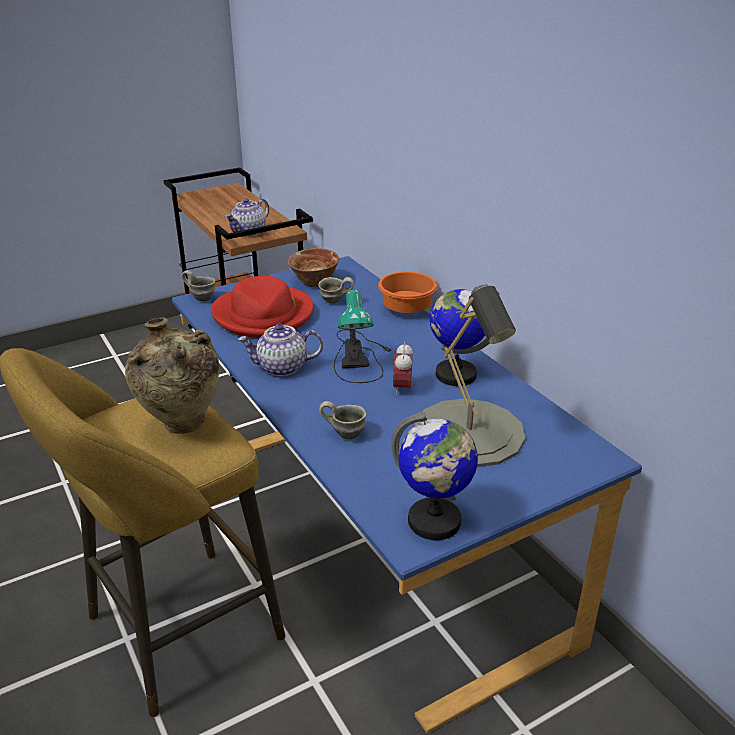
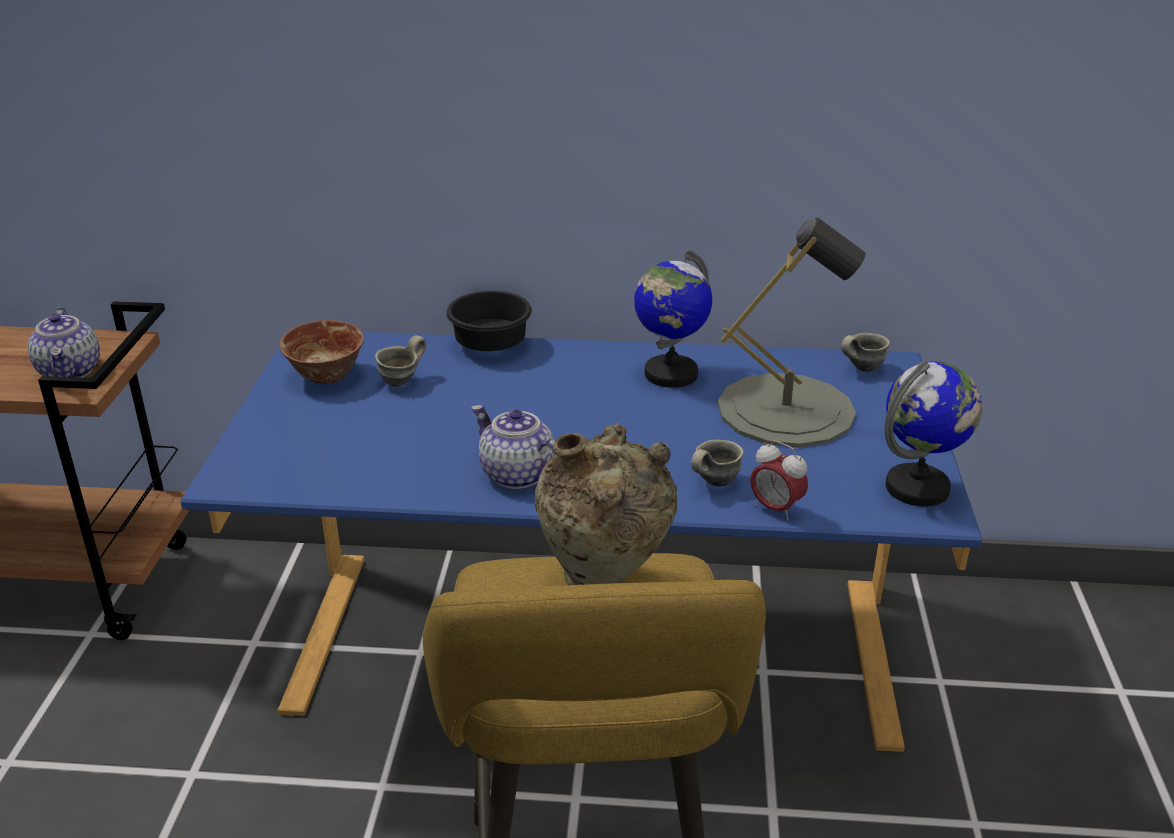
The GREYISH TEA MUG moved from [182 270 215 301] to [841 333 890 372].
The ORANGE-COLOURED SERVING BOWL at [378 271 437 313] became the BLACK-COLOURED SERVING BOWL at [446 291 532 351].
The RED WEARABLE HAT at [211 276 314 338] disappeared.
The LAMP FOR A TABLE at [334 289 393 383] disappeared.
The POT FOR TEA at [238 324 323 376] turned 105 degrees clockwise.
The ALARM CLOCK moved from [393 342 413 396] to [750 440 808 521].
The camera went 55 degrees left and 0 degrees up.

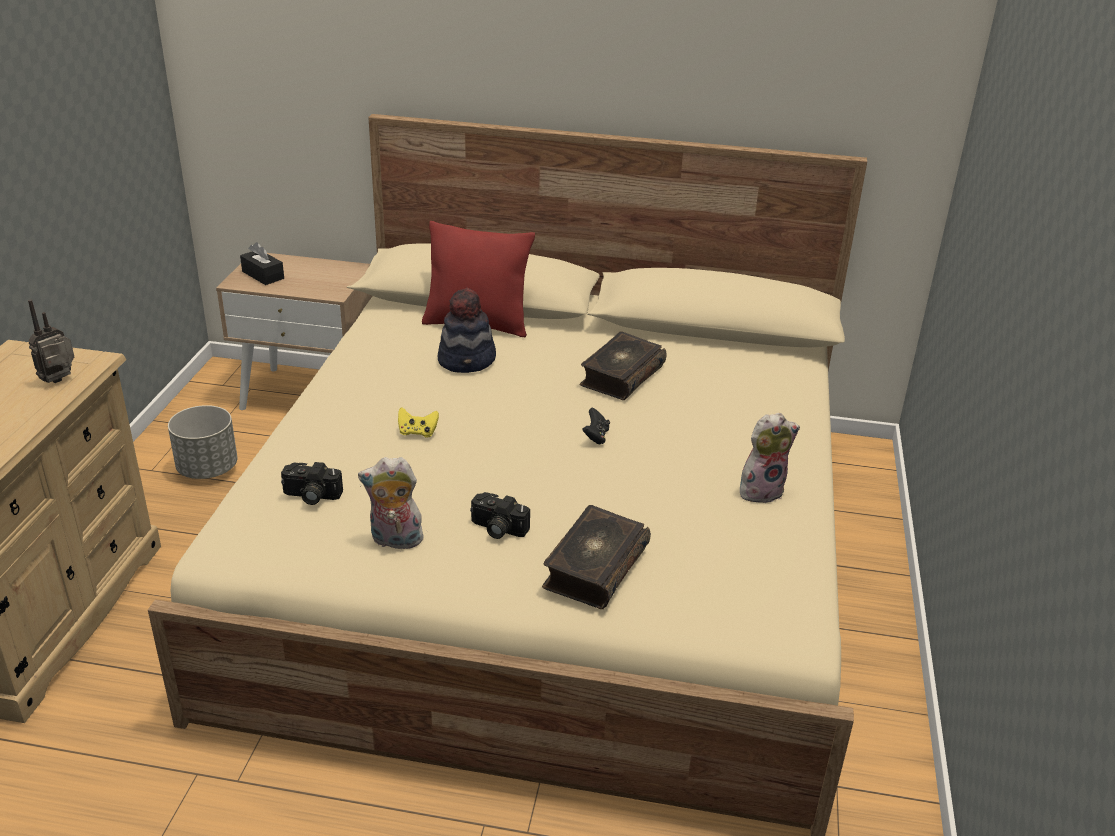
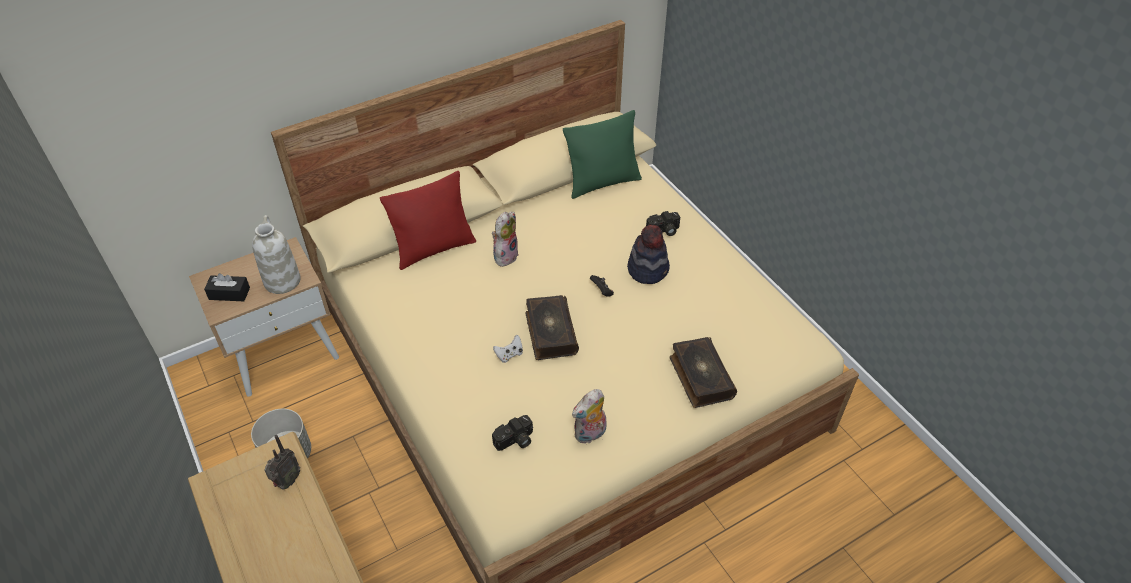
The WEARABLE HAT moved from [438 288 496 373] to [627 225 670 284].
The RADIO at [28 299 74 383] turned 150 degrees counterclockwise.
The VOLUME moved from [579 332 667 400] to [525 295 579 360].
The YELLOWISH GAME CONTROLLER at [398 407 439 437] became the WHITE-COLOURED GAME CONTROLLER at [493 335 523 363].
The SOFT TOY moved from [740 413 800 503] to [492 212 519 267].
The STILL CAMERA moved from [470 492 530 539] to [646 211 680 236].
The GREENISH CUSHION at [563 110 642 199] appeared.
The WHITE-COLOURED DECORATIVE VASE at [252 215 301 294] appeared.
The camera went 40 degrees left and 15 degrees up.

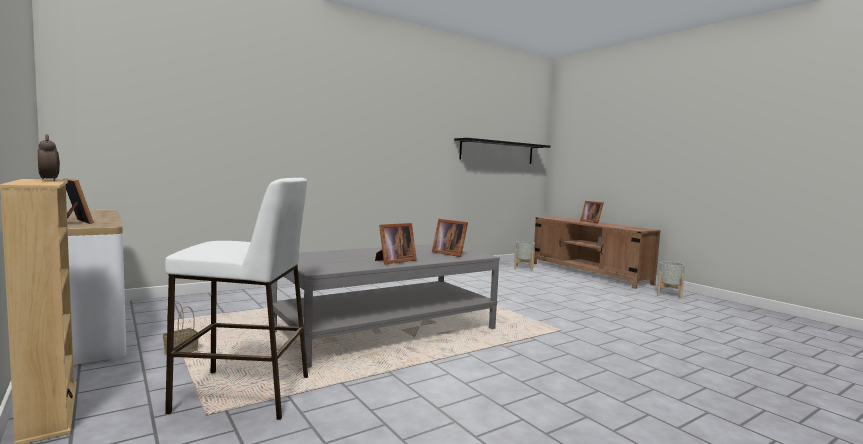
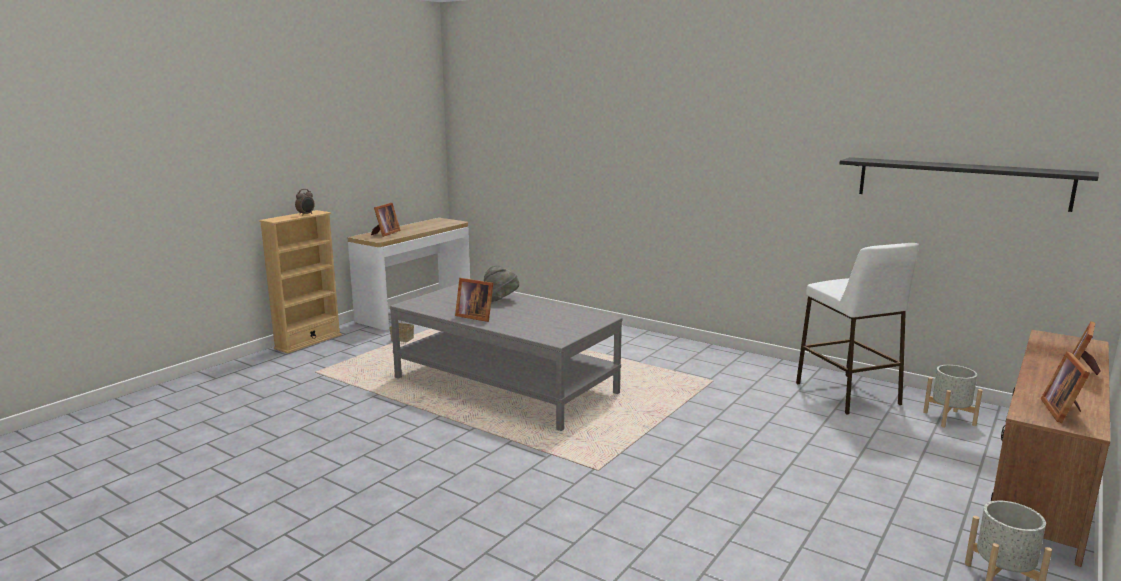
The WHITE-COLOURED STOOL SEAT moved from [165 178 308 420] to [796 243 919 414].
The PHOTO FRAME moved from [432 219 468 257] to [1041 351 1090 423].
The GREYISH WEARABLE HAT at [484 266 519 302] appeared.
The camera went 70 degrees right and 10 degrees up.

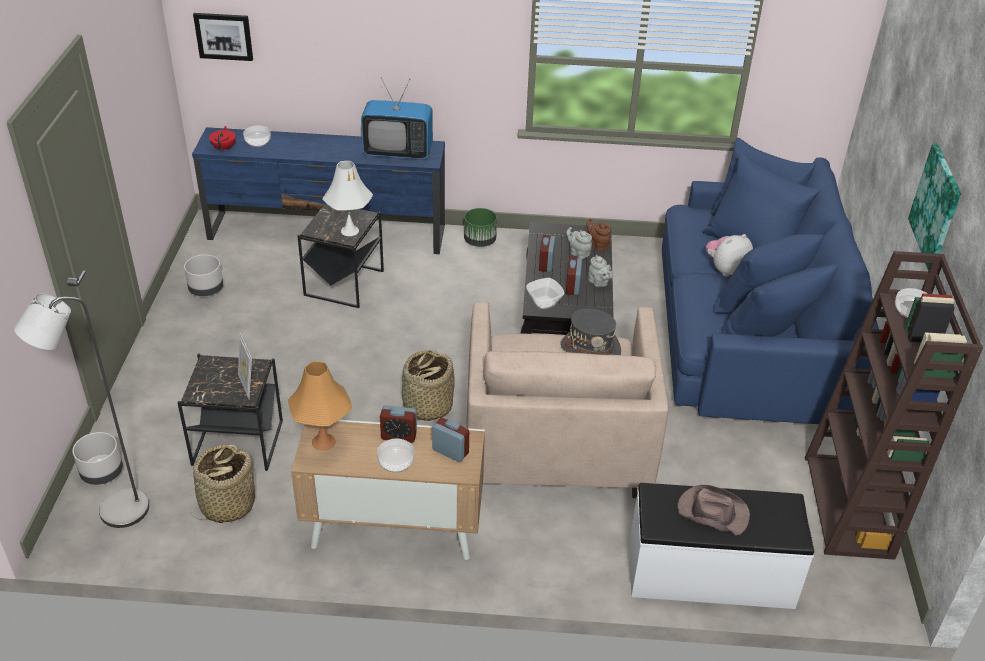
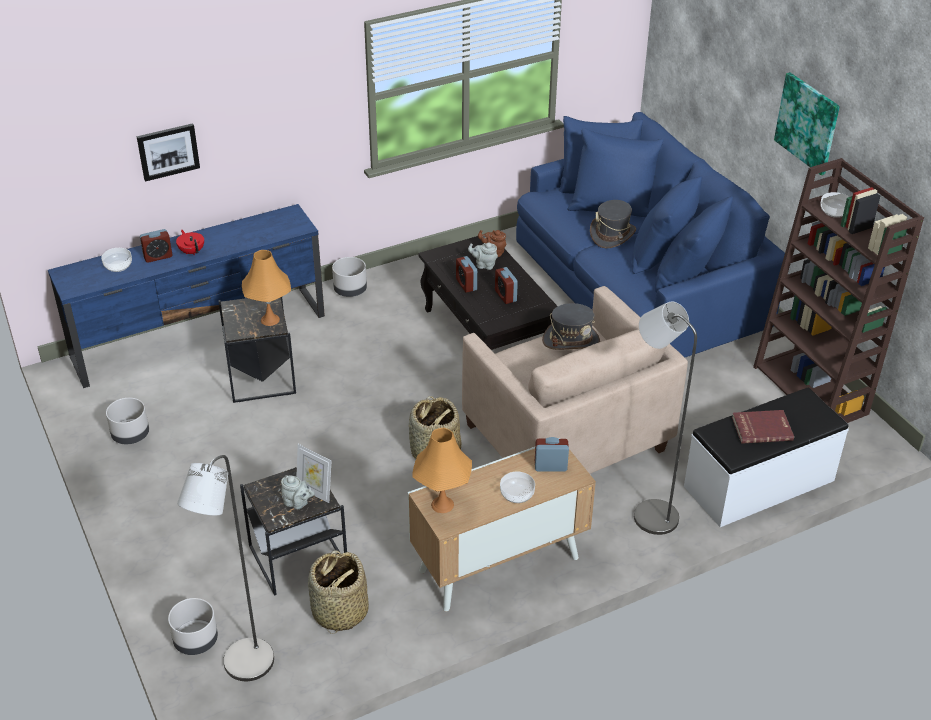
The PICTURE moved from [193 13 253 61] to [137 123 200 182].
The TV at [361 78 433 160] disappeared.
The RED POT FOR TEA moved from [209 126 236 151] to [176 230 204 255].
The WHITE-COLOURED LAMP FOR A TABLE at [322 161 373 236] became the ORANGE-COLOURED LAMP FOR A TABLE at [242 250 291 326].
The GREENISH FLOWER POT at [464 208 497 247] became the GREYISH FLOWER POT at [332 257 367 297].
The SOFT TOY at [706 234 753 277] was replaced by the GREYISH WEARABLE HAT at [590 200 636 248].
The GREYISH POT FOR TEA moved from [588 255 613 287] to [281 475 315 509].
The SERVING BOWL at [526 278 564 309] disappeared.
The ALARM CLOCK moved from [380 405 417 443] to [140 229 172 263].
The BROWNISH WEARABLE HAT at [677 485 750 535] was replaced by the RED VOLUME at [732 410 794 444].
The GREYISH FLOOR LAMP at [634 301 697 535] appeared.
The camera went 30 degrees left and 0 degrees up.

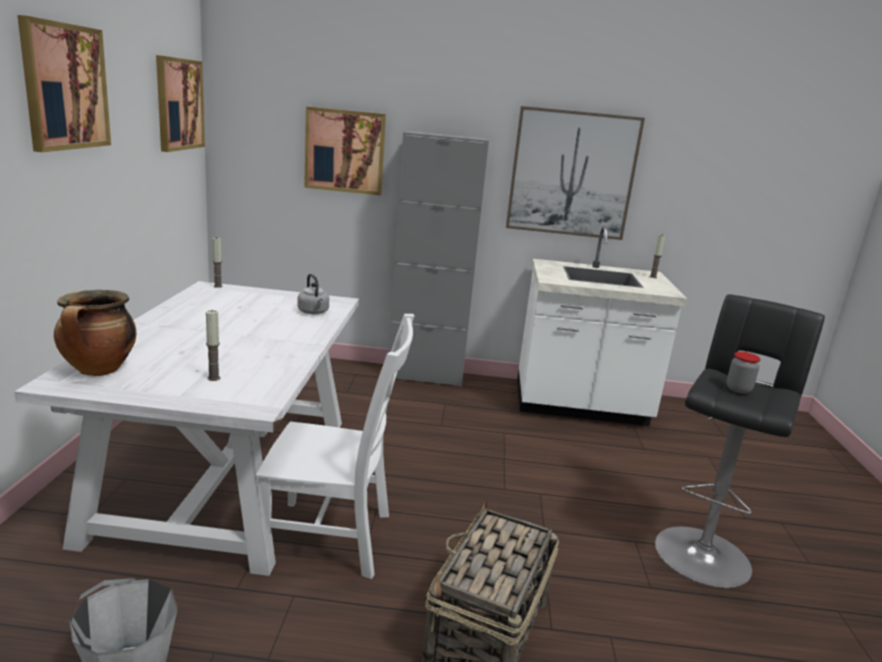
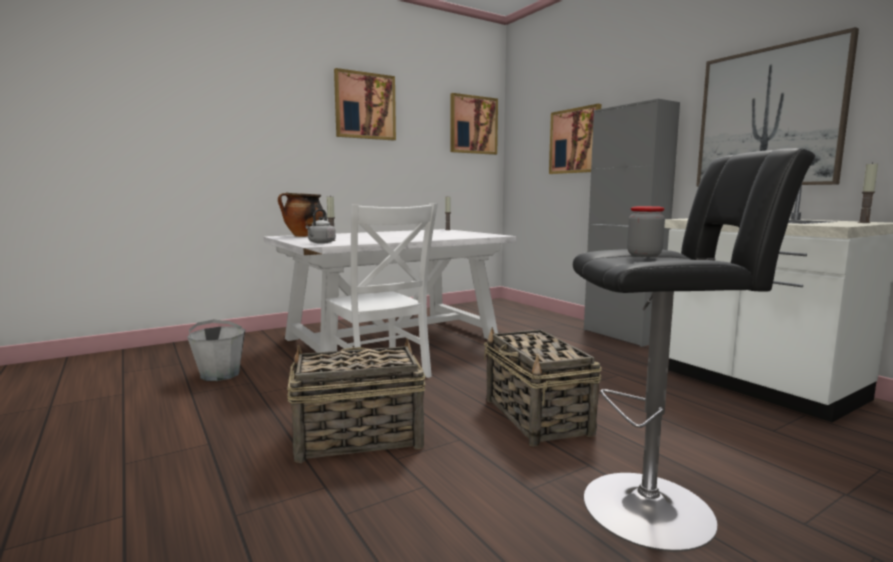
The GREYISH KETTLE moved from [297 274 329 314] to [306 209 336 244].
The STORAGE BASKET at [484 327 602 446] appeared.
The camera went 55 degrees right and 10 degrees down.

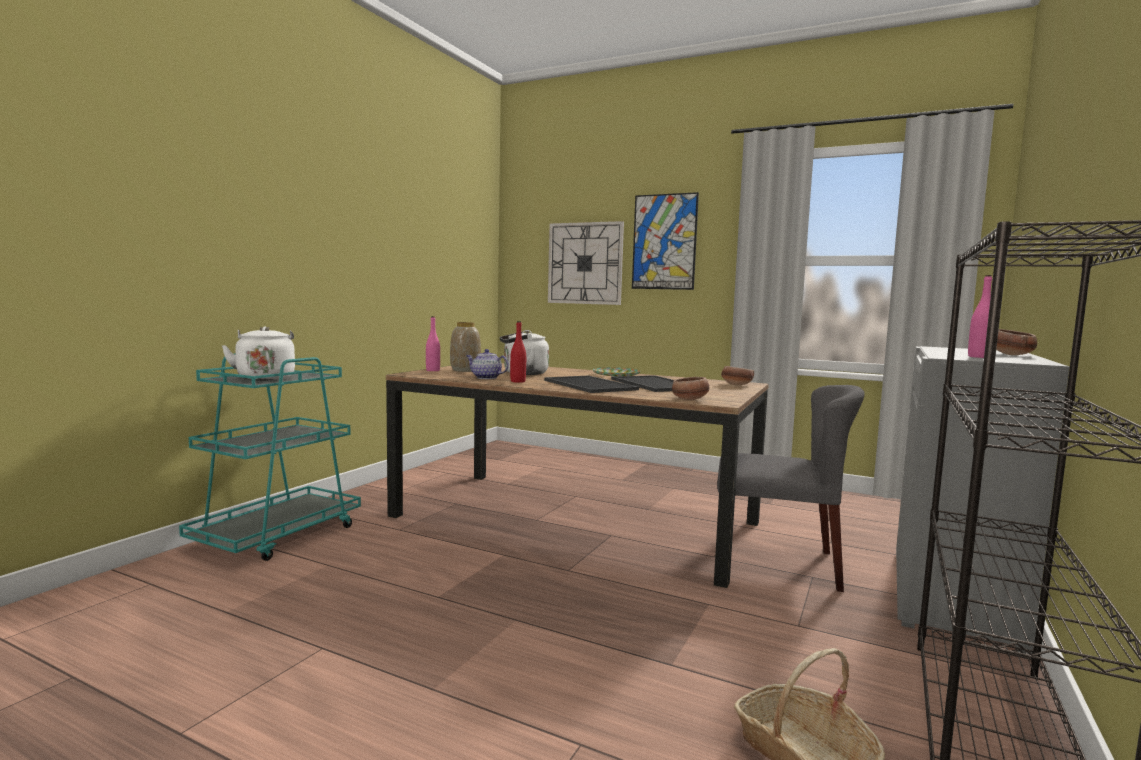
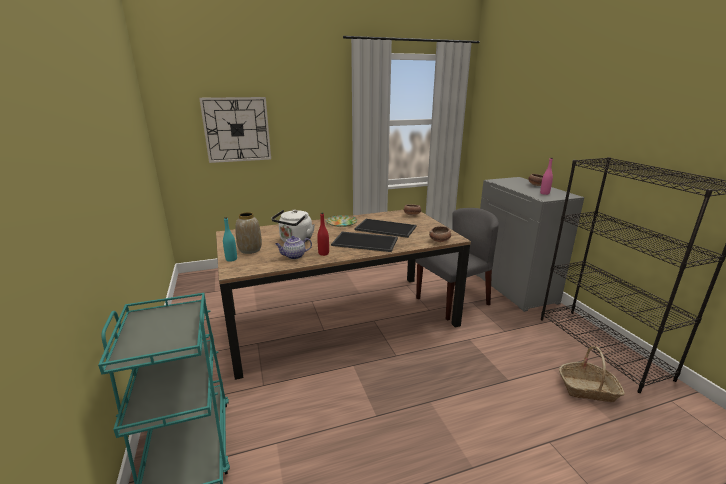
The PICTURE at [632 192 699 290] disappeared.
The PINK DRINK BOTTLE at [426 316 440 371] became the TURQUOISE DRINK BOTTLE at [223 217 237 262].
The WHITE-COLOURED KETTLE at [221 326 295 381] disappeared.
The camera went 45 degrees left and 15 degrees up.

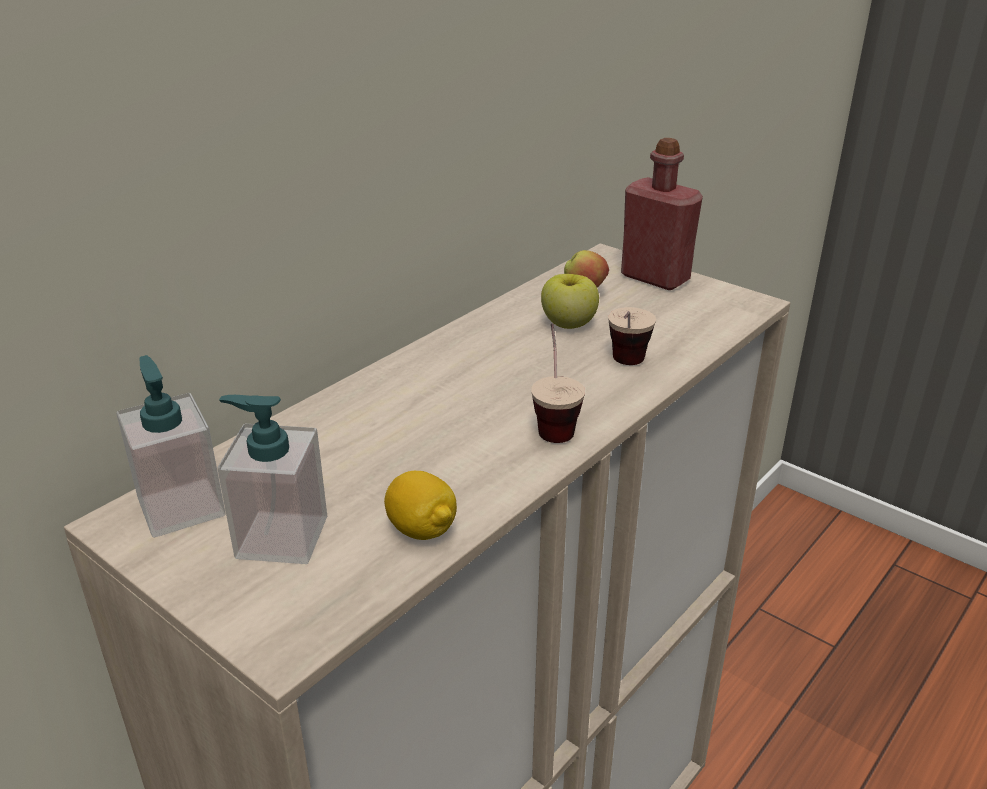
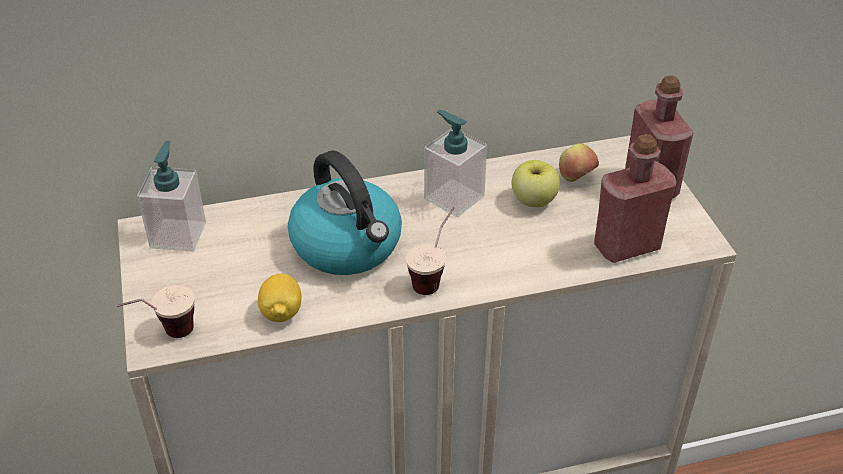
The SMALL CUP moved from [608 307 656 365] to [116 285 194 338].
The SOAP BOTTLE moved from [217 395 327 564] to [424 110 487 217].
The RED DRINK BOTTLE at [594 134 677 263] appeared.
The KETTLE at [288 150 402 275] appeared.
The camera went 35 degrees right and 10 degrees up.

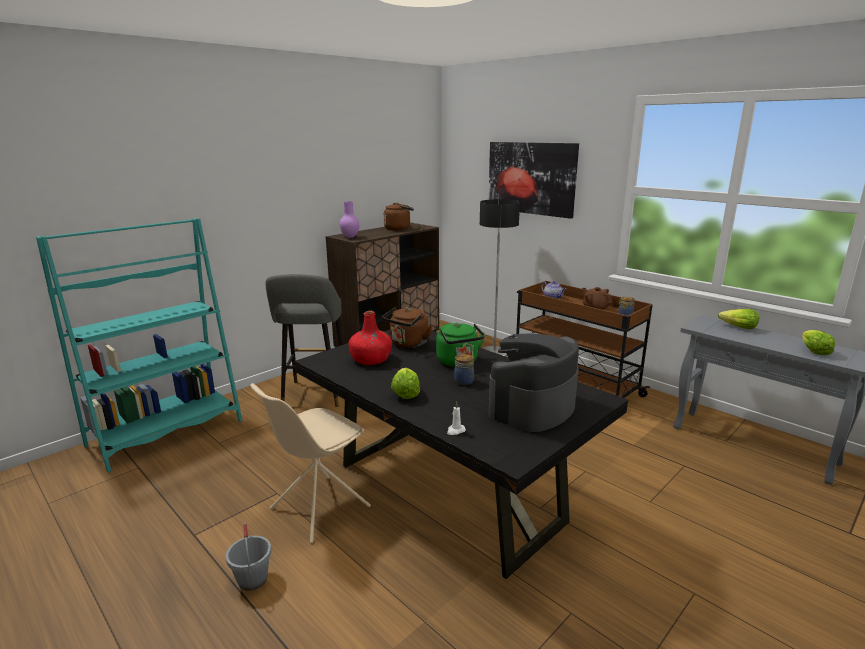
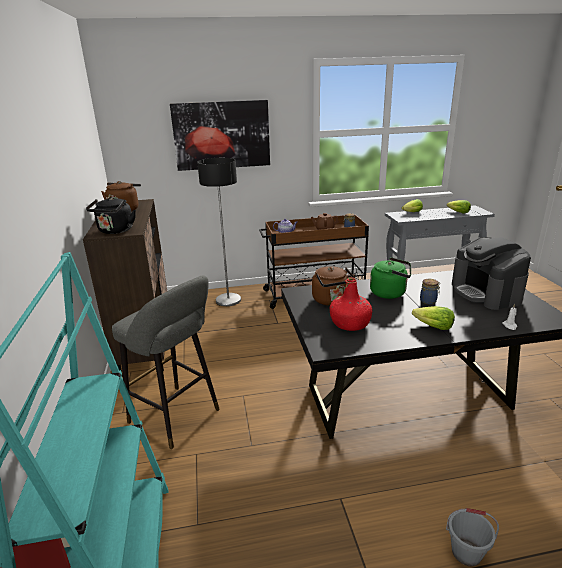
The PURPLE-COLOURED DECORATIVE VASE at [339 201 360 238] was replaced by the BLACK-COLOURED KETTLE at [86 197 136 234].
The BEIGE-COLOURED UPRIGHT CHAIR at [251 383 371 543] disappeared.
The camera went 55 degrees left and 5 degrees up.

